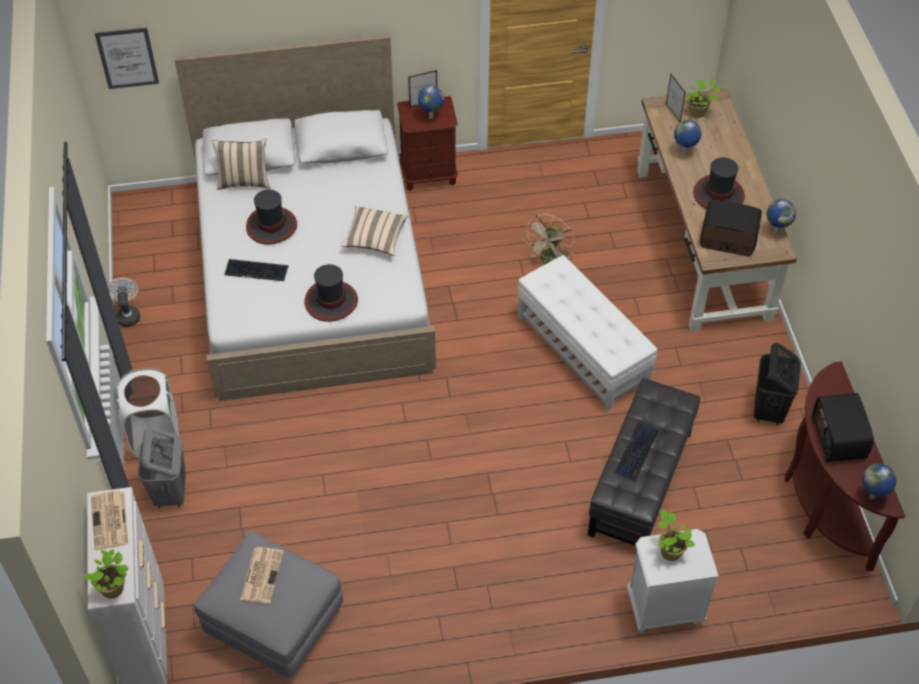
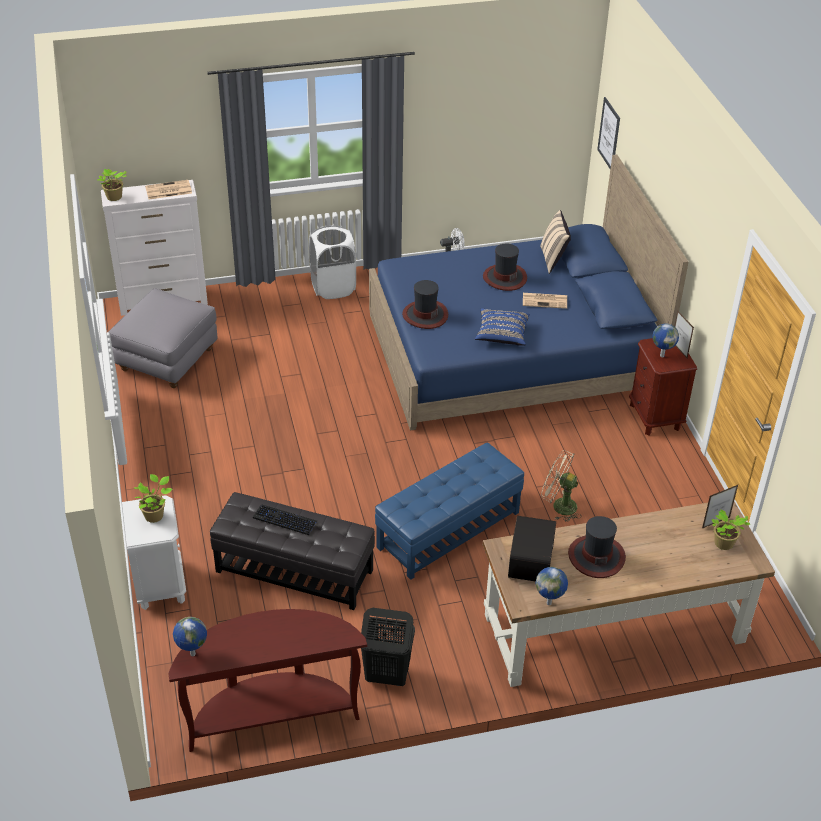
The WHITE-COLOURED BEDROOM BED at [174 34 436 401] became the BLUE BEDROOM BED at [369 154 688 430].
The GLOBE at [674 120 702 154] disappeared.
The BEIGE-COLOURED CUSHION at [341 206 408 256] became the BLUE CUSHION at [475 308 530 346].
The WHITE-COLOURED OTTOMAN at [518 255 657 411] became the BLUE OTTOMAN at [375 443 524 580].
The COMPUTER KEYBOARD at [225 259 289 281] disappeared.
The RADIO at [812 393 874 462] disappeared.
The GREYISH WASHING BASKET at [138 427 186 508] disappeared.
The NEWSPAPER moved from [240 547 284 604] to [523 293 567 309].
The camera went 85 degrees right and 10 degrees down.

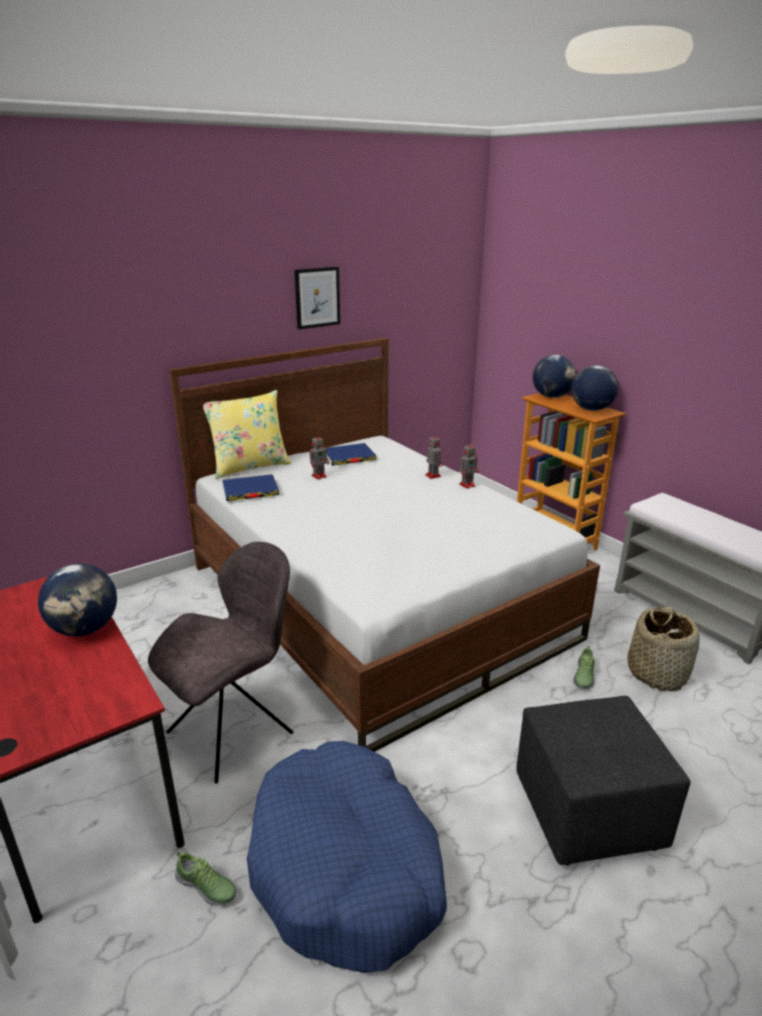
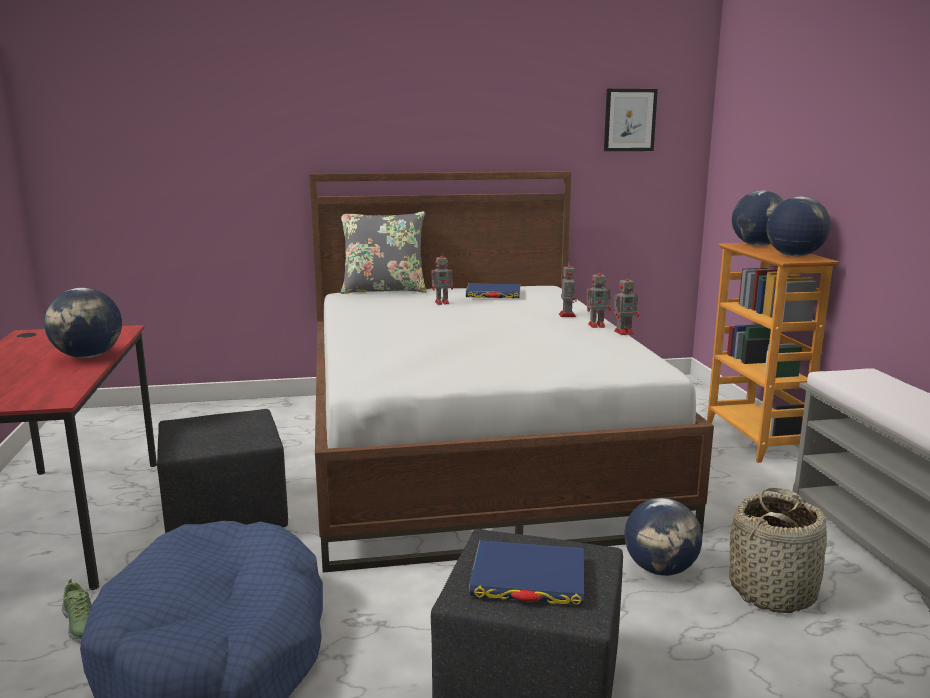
The PICTURE moved from [294 267 340 329] to [604 89 658 151].
The YELLOWISH CUSHION at [203 390 291 479] became the GREYISH CUSHION at [340 211 427 294].
The BLUE VOLUME moved from [222 474 279 501] to [469 540 584 605].
The GREYISH UPRIGHT CHAIR at [148 542 293 783] was replaced by the BLACK-COLOURED OTTOMAN at [157 409 288 533].
The LOW SHOE at [573 646 595 689] was replaced by the GLOBE at [624 498 702 576].
The MODEL ROBOT at [614 274 639 335] appeared.
The camera went 25 degrees right and 10 degrees down.

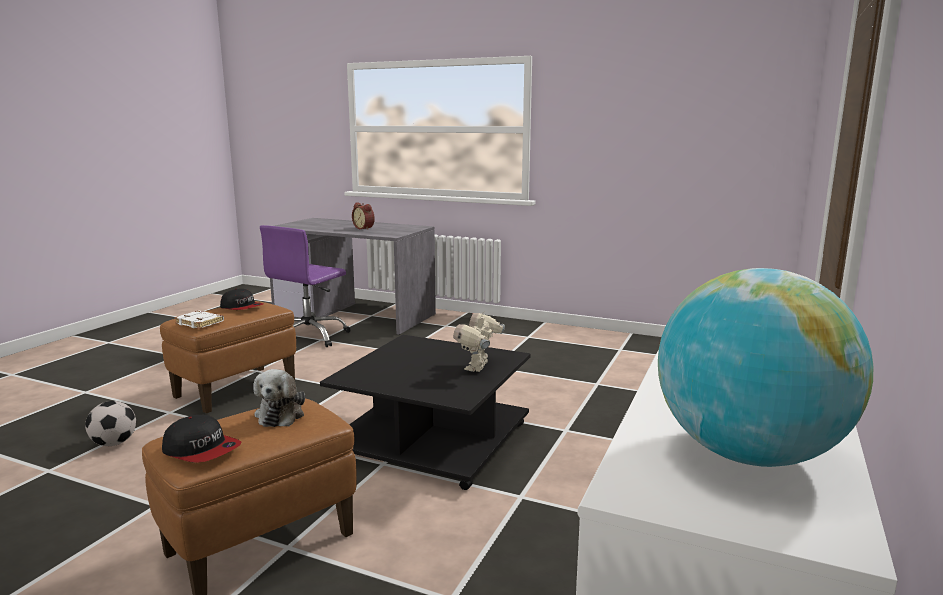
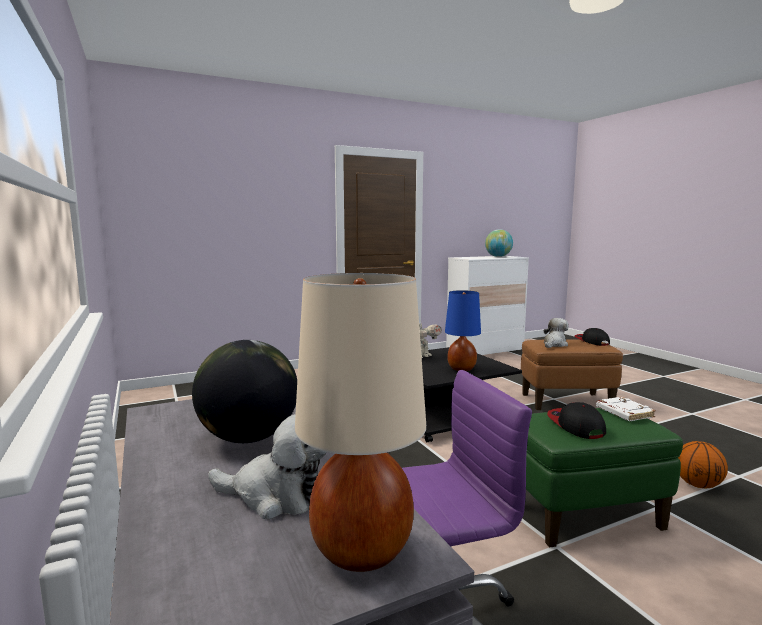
The ALARM CLOCK at [352 203 375 230] was replaced by the GLOBE at [192 340 297 443].
The BROWNISH OTTOMAN at [160 301 296 413] became the GREENISH OTTOMAN at [526 408 683 547].
The FOOTBALL BALL at [85 401 136 446] was replaced by the BALL FOR BASKETBALL at [678 441 728 489].
The BEIGE-COLOURED LAMP FOR A TABLE at [295 273 426 572] appeared.
The BLUE LAMP FOR A TABLE at [445 290 481 371] appeared.
The SOFT TOY at [208 414 327 519] appeared.
The camera went 140 degrees left and 5 degrees down.

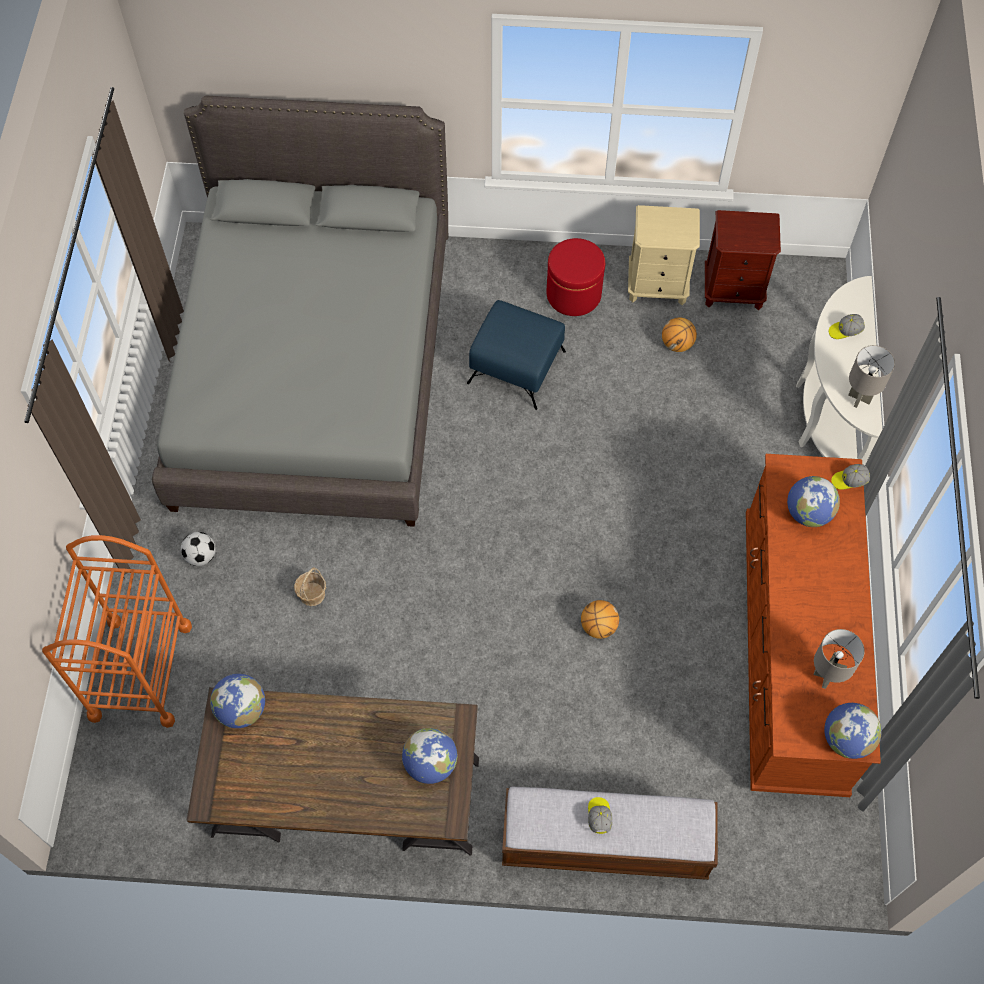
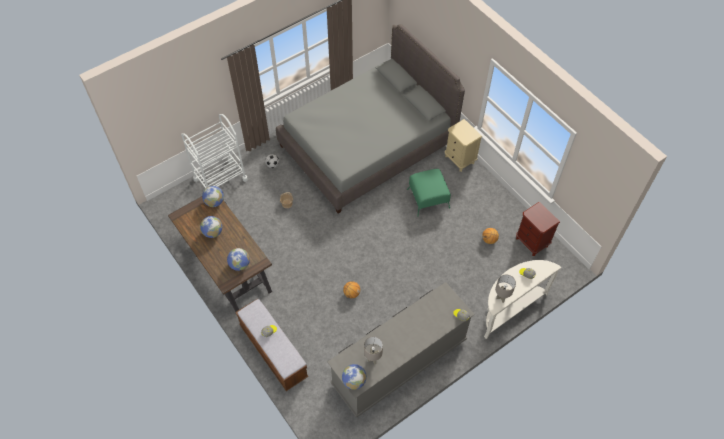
The BEIGE-COLOURED NIGHTSTAND moved from [628 205 700 305] to [445 119 482 172].
The RED OTTOMAN at [546 238 605 316] disappeared.
The BLUE OTTOMAN at [467 300 566 410] became the GREENISH OTTOMAN at [407 169 451 216].
The BROWNISH CHEST OF DRAWERS at [746 454 881 797] became the GREYISH CHEST OF DRAWERS at [327 282 475 418].
The GLOBE moved from [787 476 840 527] to [200 216 222 238].
The ORANGE-COLOURED TROLLEY at [42 535 192 728] became the WHITE-COLOURED TROLLEY at [181 114 248 189].
The camera went 50 degrees right and 5 degrees down.

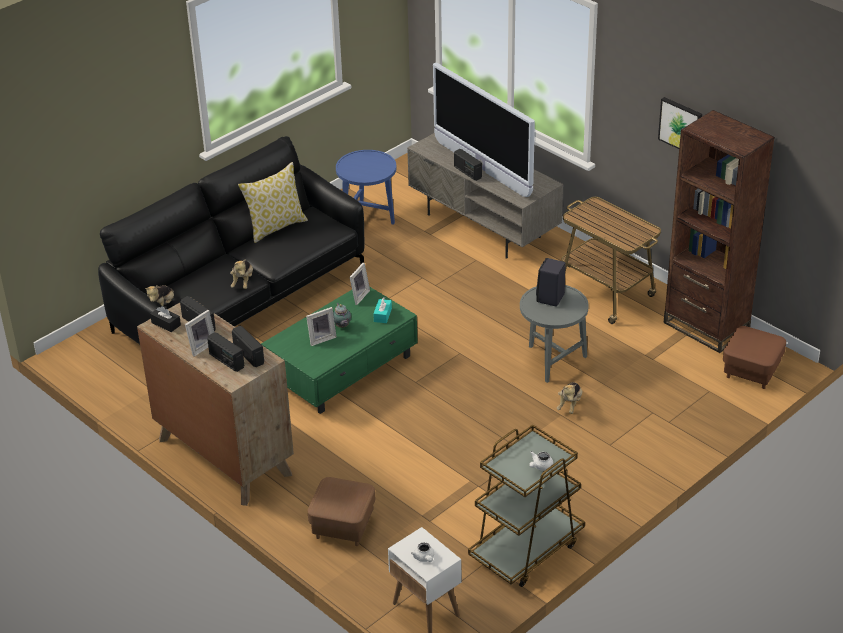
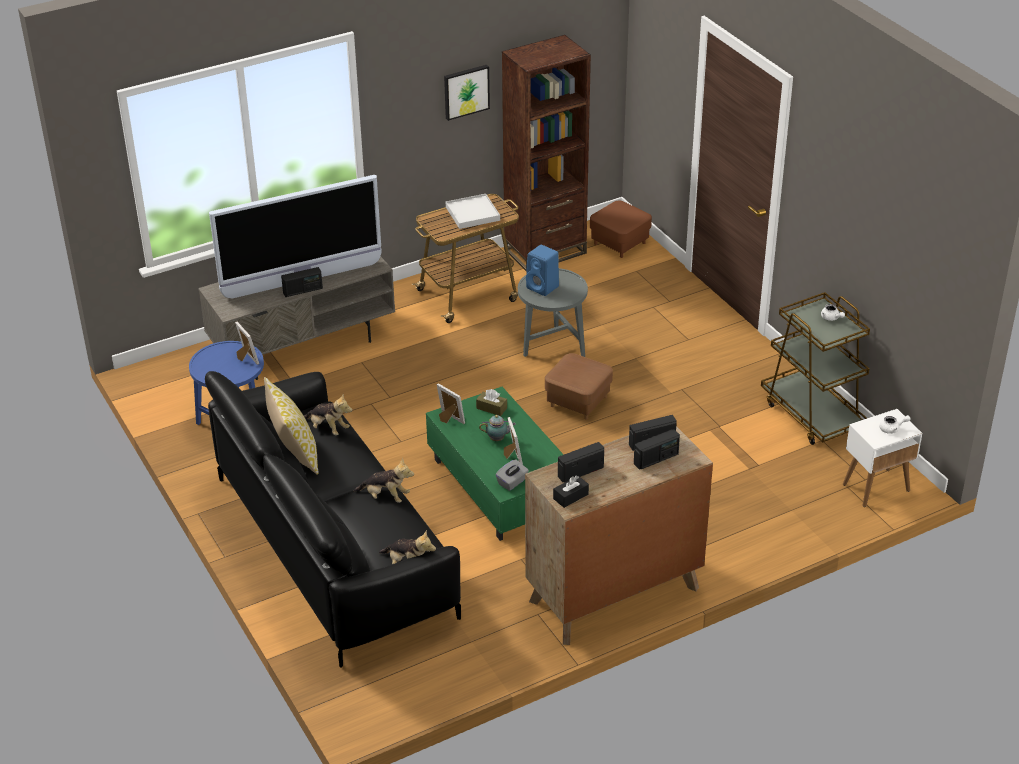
The BLACK-COLOURED LOUDSPEAKER at [536 258 566 307] became the BLUE LOUDSPEAKER at [526 245 559 296].
The TURQUOISE TISSUE HOLDER at [374 297 392 323] became the BROWNISH TISSUE HOLDER at [476 389 507 416].
The PHOTO FRAME moved from [185 310 214 357] to [235 321 259 365].
The SOFT TOY moved from [557 382 582 414] to [304 394 353 435].
The BROWNISH OTTOMAN moved from [307 477 375 546] to [545 353 613 420].
The WHITE-COLOURED TRAY at [446 194 500 229] appeared.
The GREYISH TISSUE HOLDER at [496 459 529 491] appeared.
The camera went 75 degrees left and 0 degrees up.

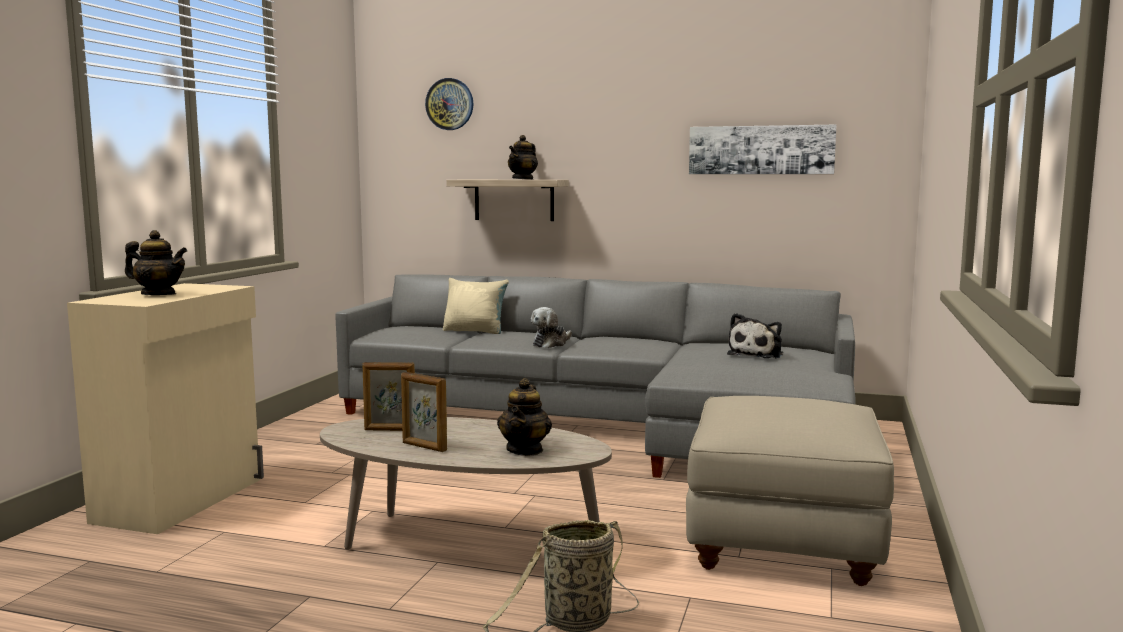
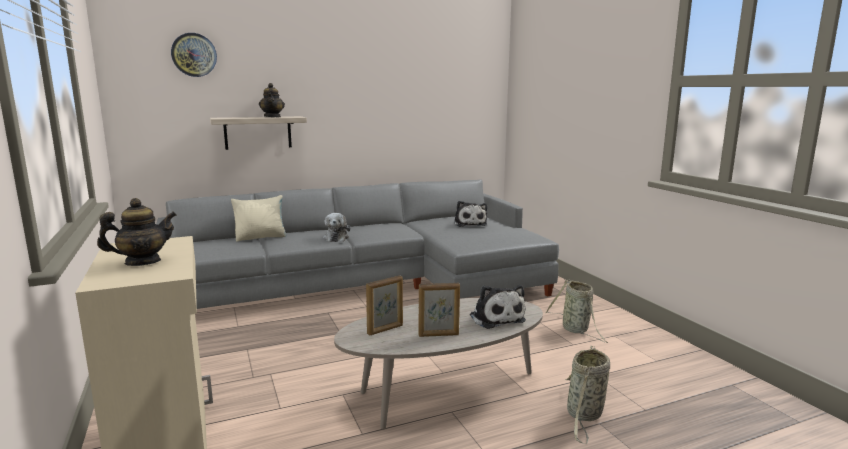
The PICTURE at [689 124 837 174] disappeared.
The POT FOR TEA at [497 378 552 456] was replaced by the SOFT TOY at [470 285 526 329].
The BEIGE-COLOURED OTTOMAN at [686 396 894 586] was replaced by the STORAGE BASKET at [545 280 608 343].
The camera went 40 degrees left and 5 degrees up.

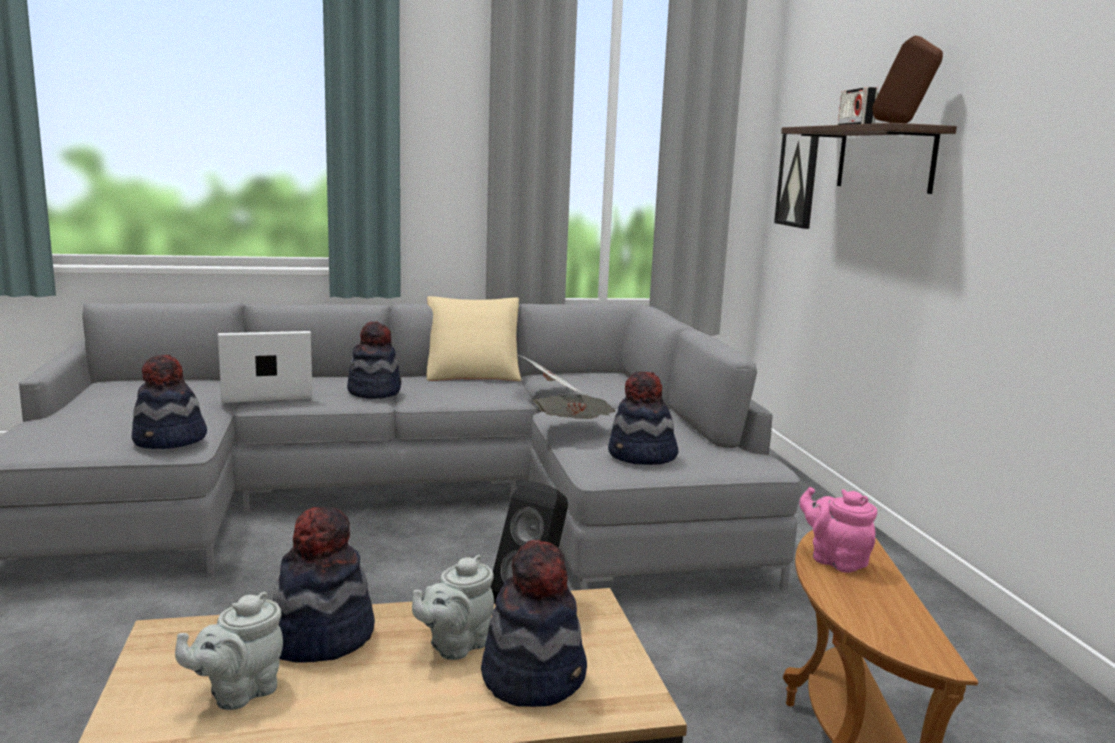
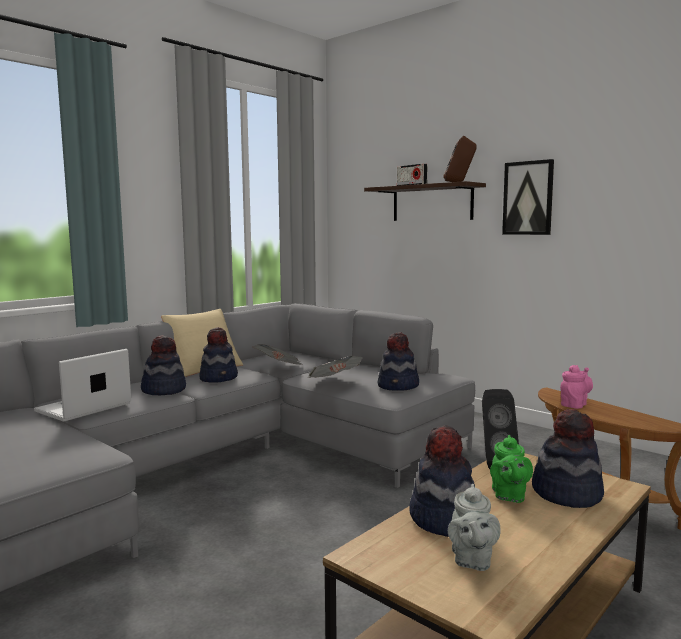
The PICTURE moved from [774 134 819 229] to [502 159 554 235].
The WEARABLE HAT moved from [132 355 207 449] to [199 327 238 383].
The PINK POT FOR TEA at [799 487 877 573] turned 120 degrees clockwise.
The GREYISH POT FOR TEA at [412 555 494 660] became the GREENISH POT FOR TEA at [490 435 533 503].
The camera went 35 degrees left and 5 degrees down.

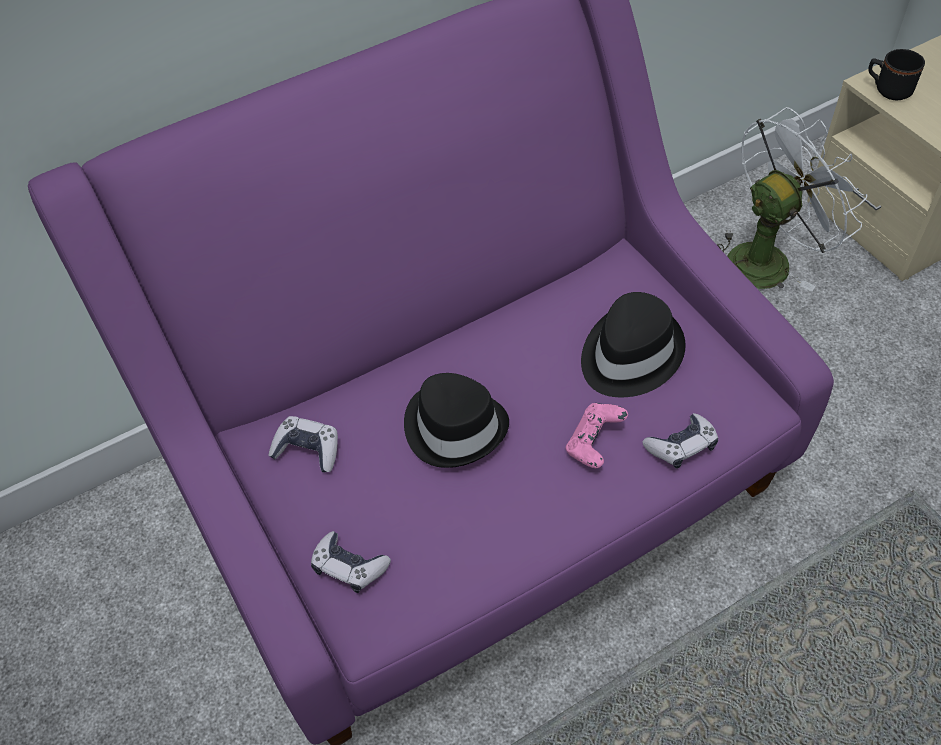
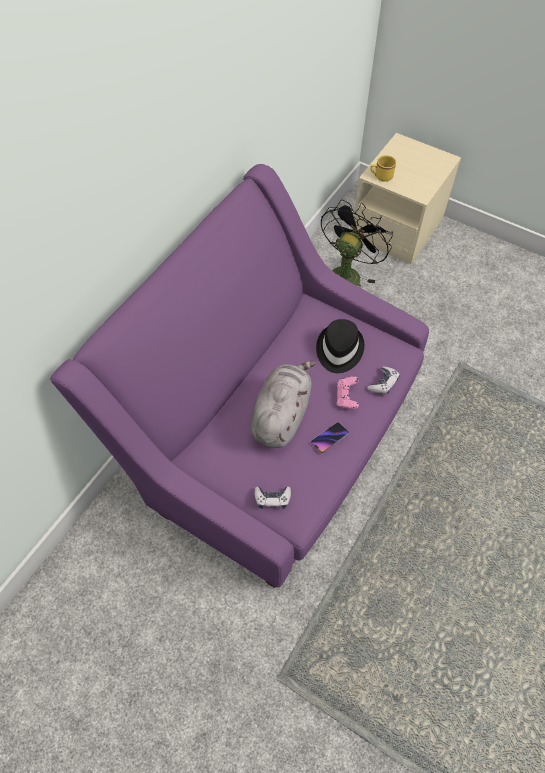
The BLACK-COLOURED TEA MUG at [868 49 925 100] became the YELLOWISH TEA MUG at [370 155 396 182].
The WHITE-COLOURED COOLING FAN at [715 107 867 291] became the BLACK-COLOURED COOLING FAN at [321 200 393 287].
The BLACK-COLOURED WEARABLE HAT at [404 373 509 468] was replaced by the GREYISH SOFT TOY at [250 361 316 448].
The GAME CONTROLLER at [268 416 338 473] disappeared.
The TELEPHONE at [311 422 349 453] appeared.
The camera went 30 degrees left and 5 degrees up.

